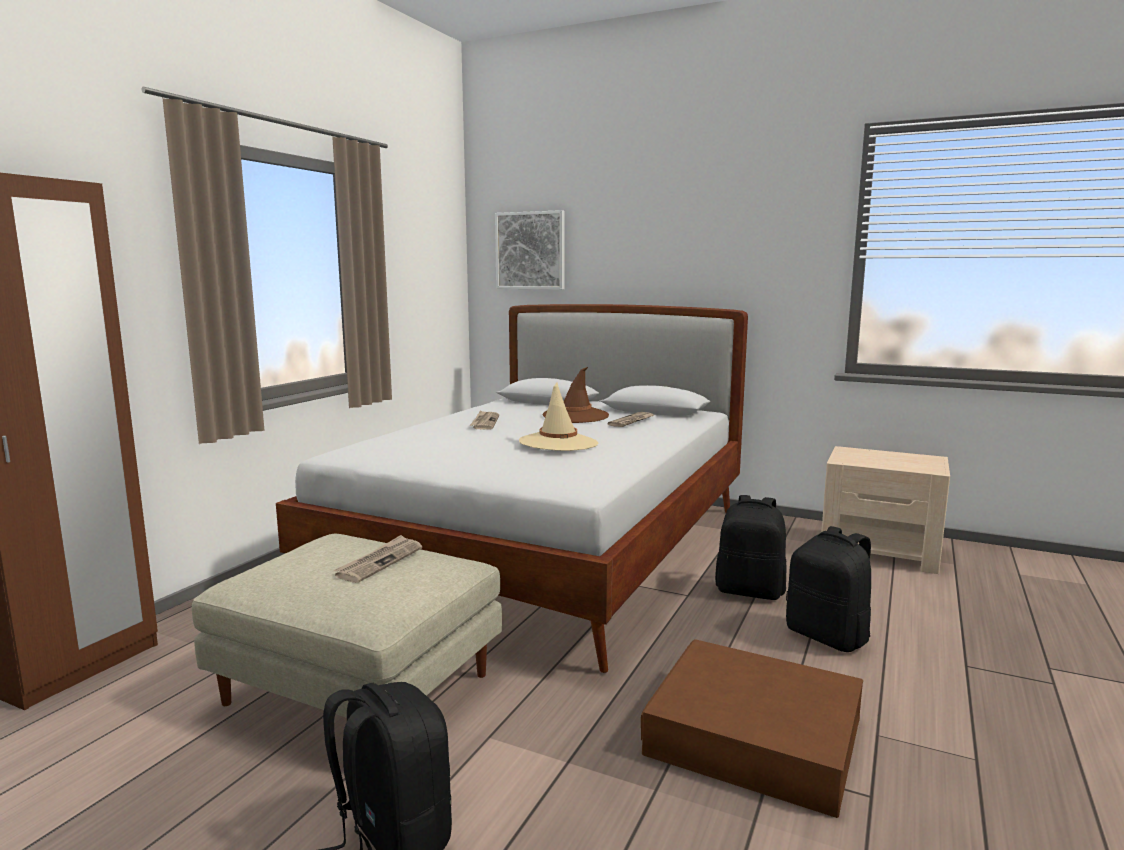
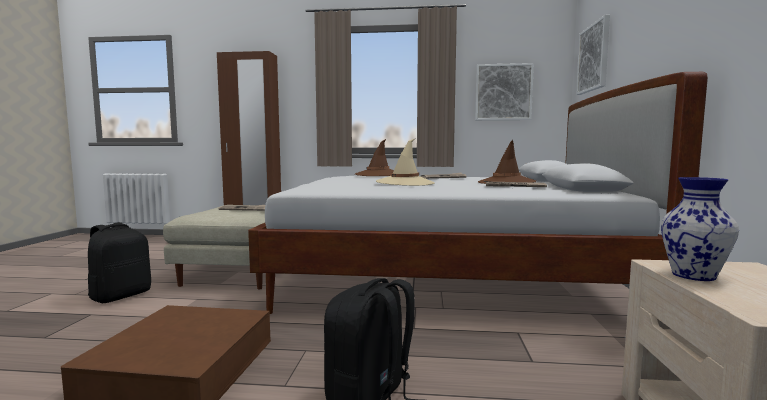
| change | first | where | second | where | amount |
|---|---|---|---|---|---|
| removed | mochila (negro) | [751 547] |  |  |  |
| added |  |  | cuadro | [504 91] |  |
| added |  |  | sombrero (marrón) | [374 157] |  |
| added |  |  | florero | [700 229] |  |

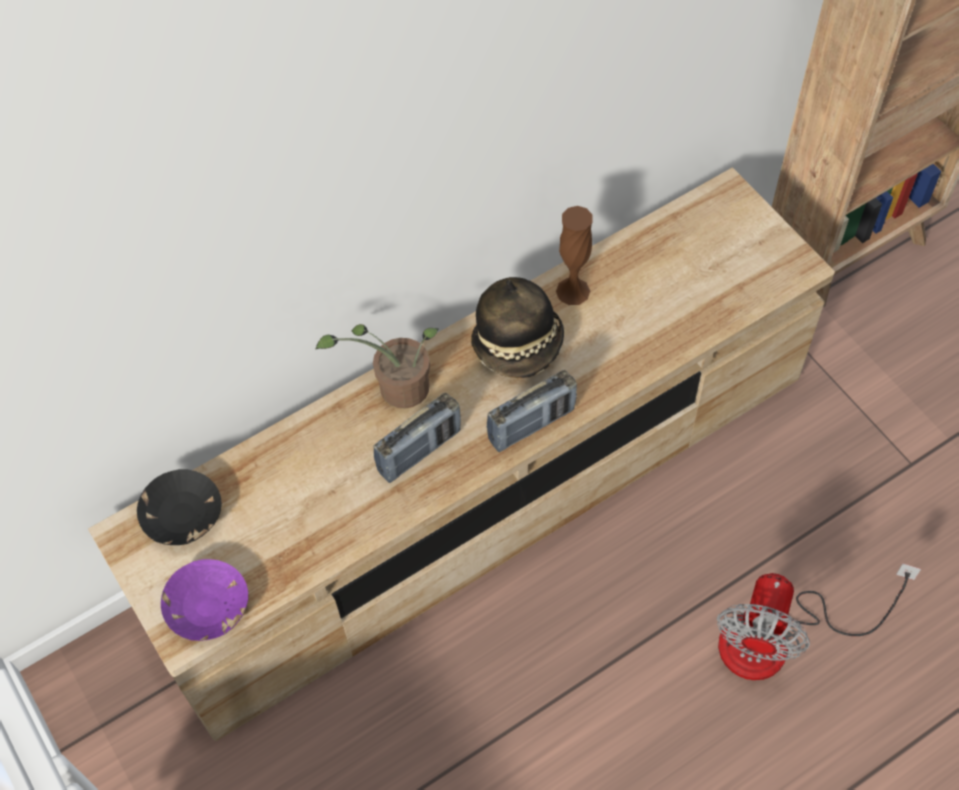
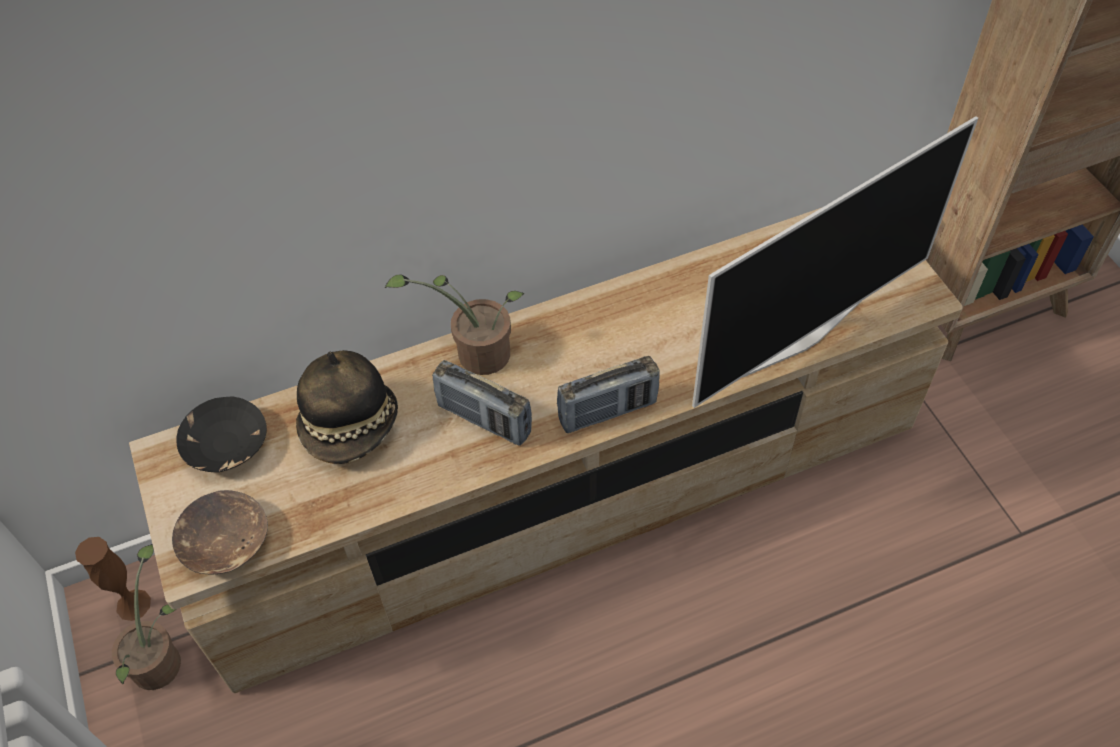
| change | first | where | second | where | amount |
|---|---|---|---|---|---|
| moved | florero (marrón) | [574 255] |  | [113 579] |  |
| moved | sombrero | [517 327] |  | [347 407] |  |
| turned | radio | [417 438] |  | [482 403] | 60 degrees clockwise |
| recoloured | cuenco (morado) | [204 600] | cuenco (marrón) | [220 532] |  |
| removed | ventilador | [818 621] |  |  |  |
| added |  |  | televisor | [835 262] |  |
| added |  |  | planta en maceta | [146 617] |  |

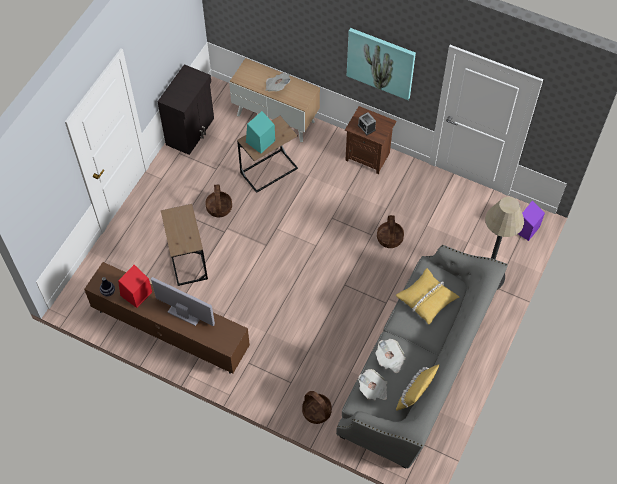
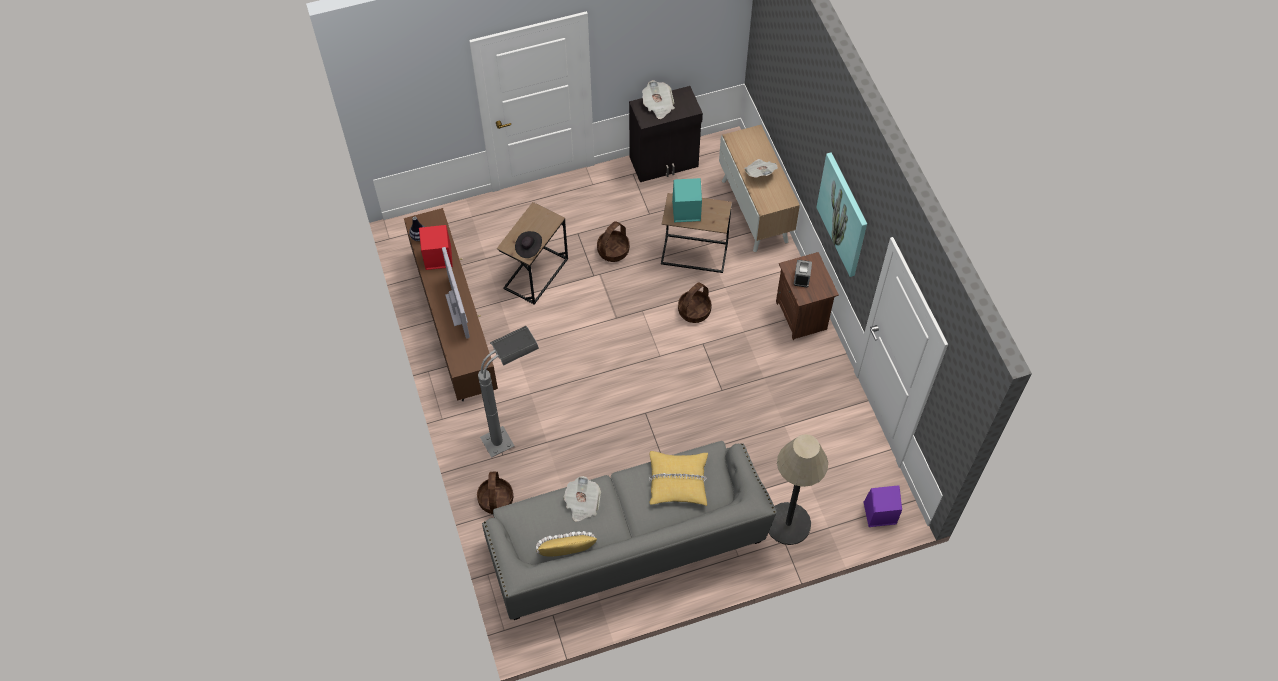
| change | first | where | second | where | amount |
|---|---|---|---|---|---|
| moved | cesta | [390 231] |  | [694 303] |  |
| moved | periódico | [372 384] |  | [658 99] |  |
| added |  |  | sombrero (negro) | [528 244] |  |
| added |  |  | lámpara de pie (gris) | [508 392] |  |

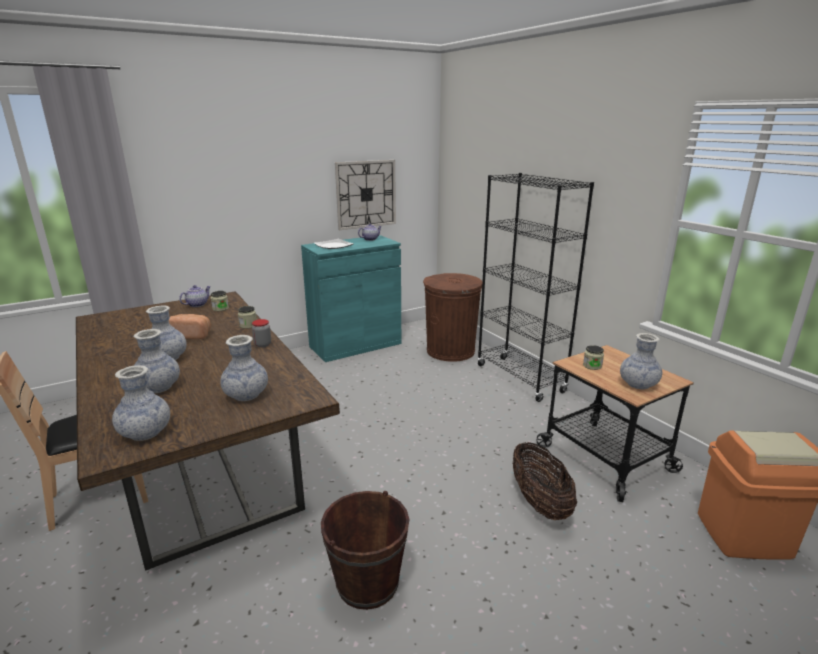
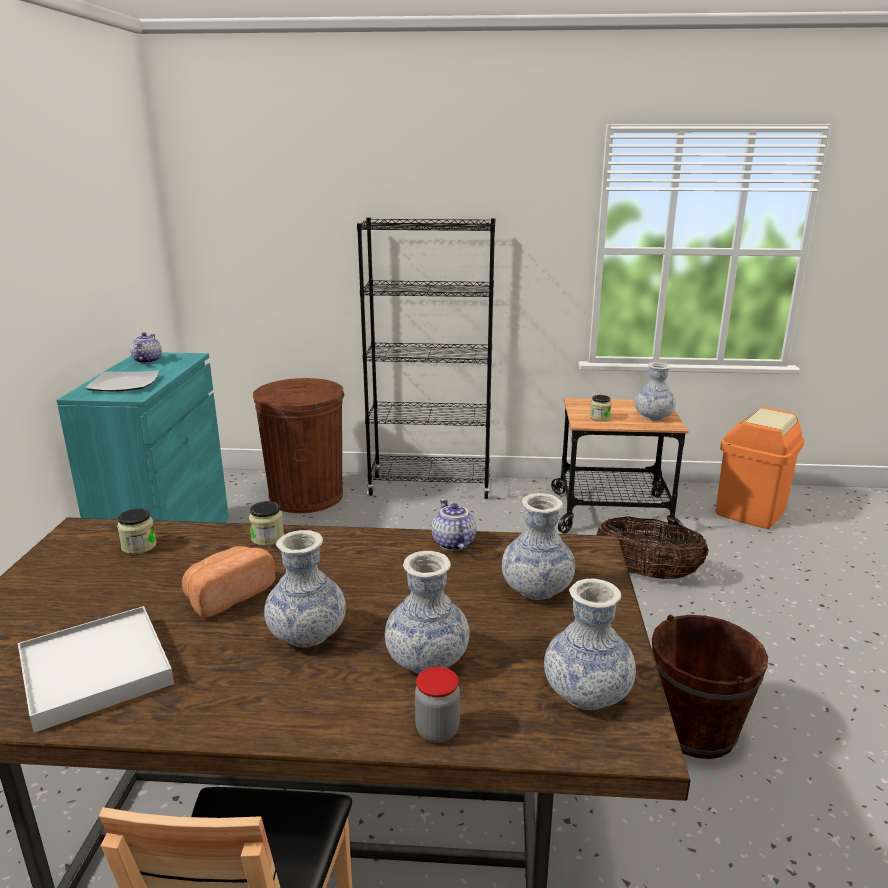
| change | first | where | second | where | amount |
|---|---|---|---|---|---|
| removed | reloj de pared | [365 195] |  |  |  |
| moved | tetera | [195 296] |  | [454 525] |  |
| moved | tarro | [261 333] |  | [437 705] |  |
| added |  |  | bandeja (blanco) | [96 669] |  |

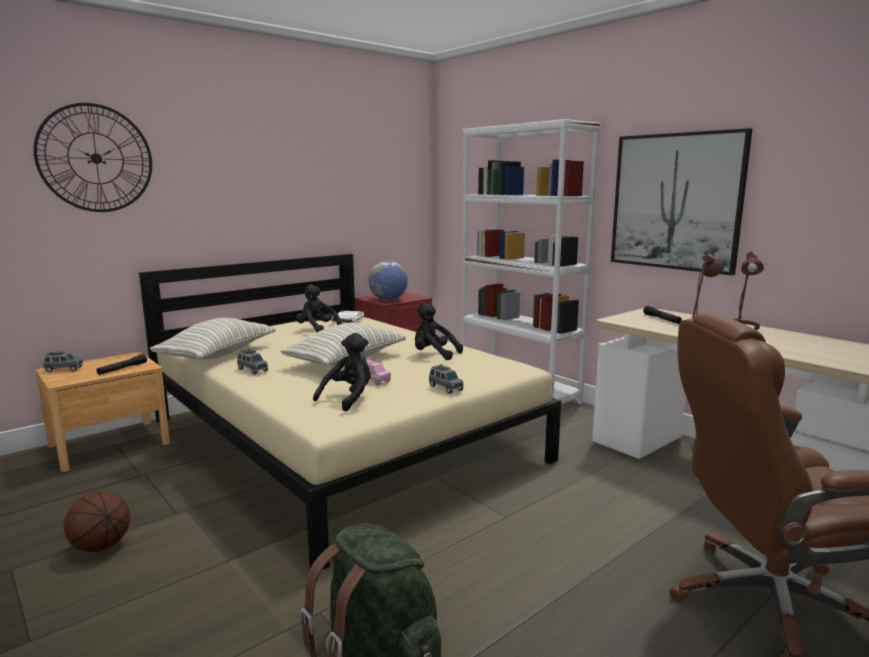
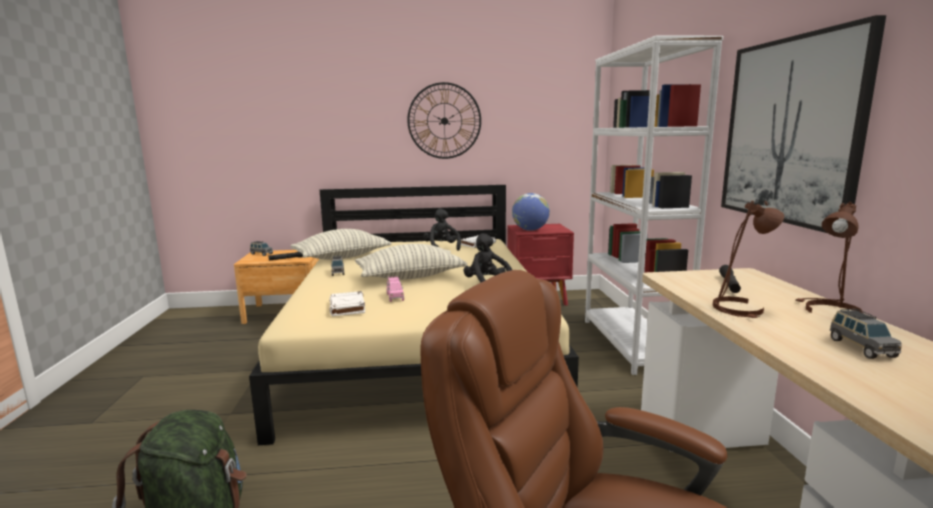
| change | first | where | second | where | amount |
|---|---|---|---|---|---|
| moved | reloj de pared | [92 157] |  | [444 120] |  |
| replaced | peluche (negro) | [342 372] | libro (blanco) | [347 303] |  |
| moved | coche de juguete (gris) | [446 379] |  | [866 334] |  |
| removed | balón de baloncesto | [97 521] |  |  |  |

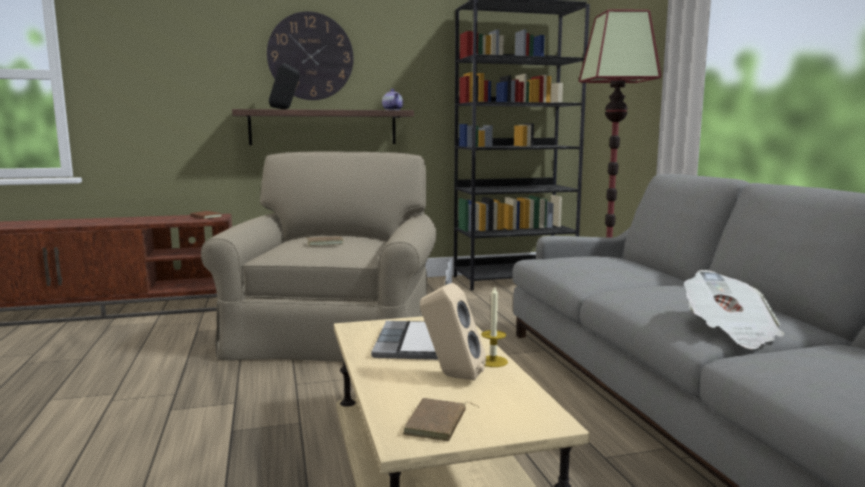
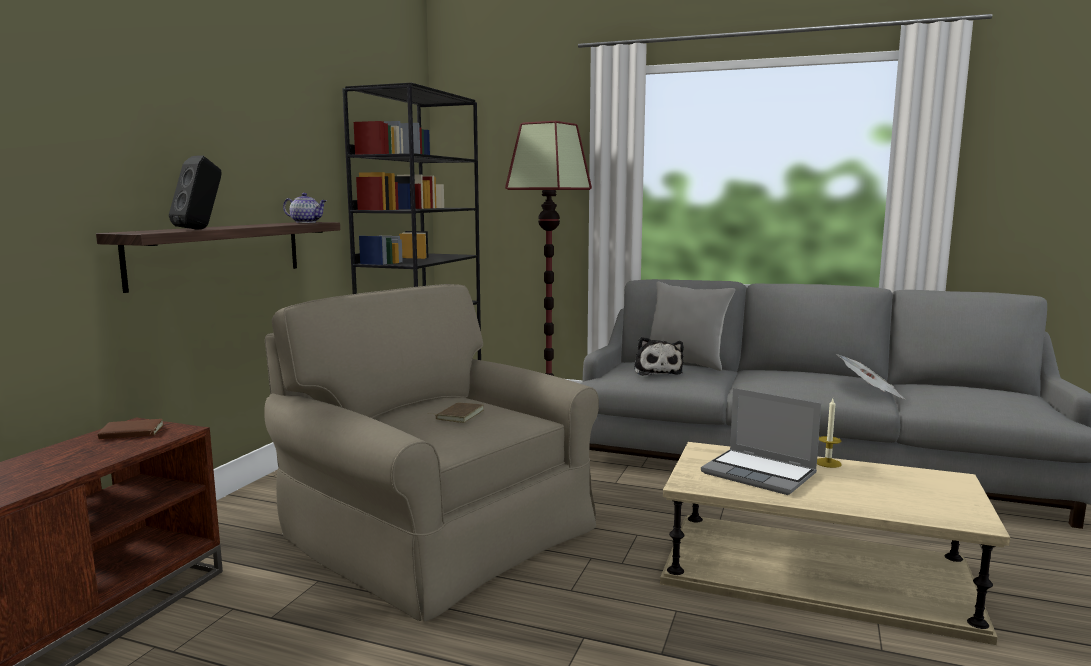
| change | first | where | second | where | amount |
|---|---|---|---|---|---|
| removed | reloj de pared | [310 55] |  |  |  |
| removed | altavoz (beis) | [453 331] |  |  |  |
| removed | libro (marrón) | [441 420] |  |  |  |
| added |  |  | cojín (gris) | [692 326] |  |
| added |  |  | peluche | [659 356] |  |

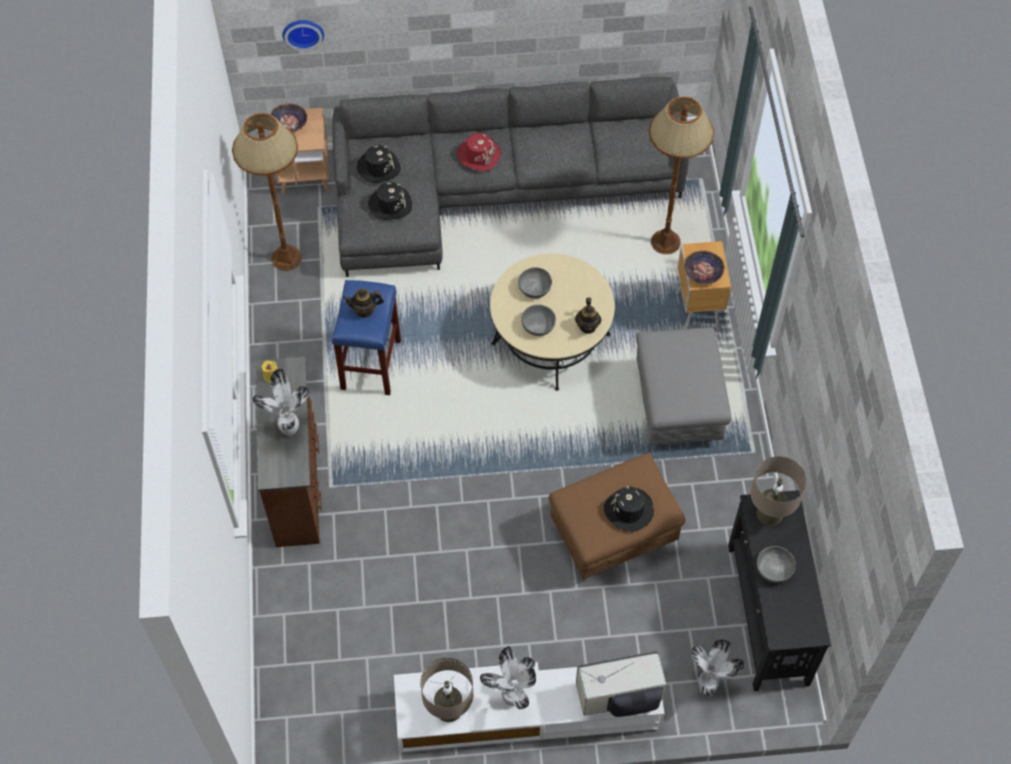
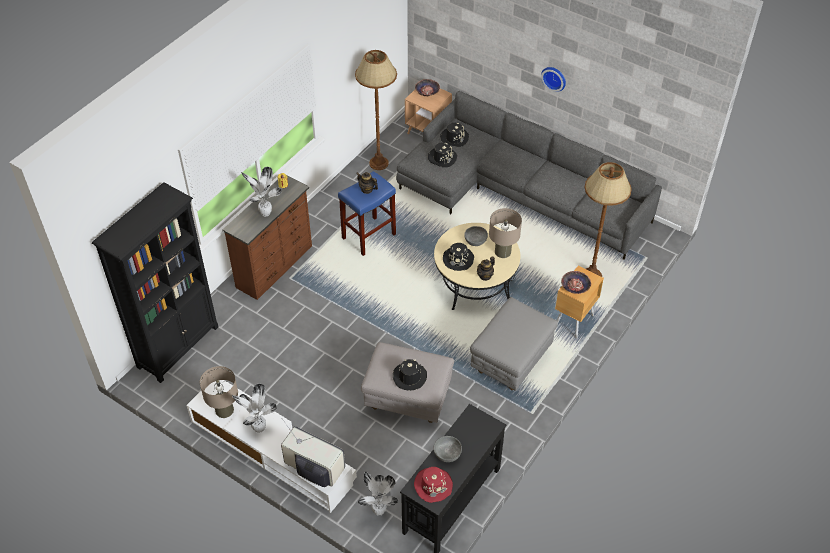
| change | first | where | second | where | amount |
|---|---|---|---|---|---|
| moved | reloj de pared | [303 35] |  | [553 79] |  |
| moved | sombrero (rojo) | [479 152] |  | [433 485] |  |
| replaced | cuenco (gris) | [538 320] | sombrero (negro) | [458 257] |  |
| recoloured | puf (marrón) | [617 516] | puf (gris) | [407 382] |  |
| moved | lámpara de mesa (beis) | [779 490] |  | [505 233] |  |
| added |  |  | estantería (negro) | [155 282] |  |

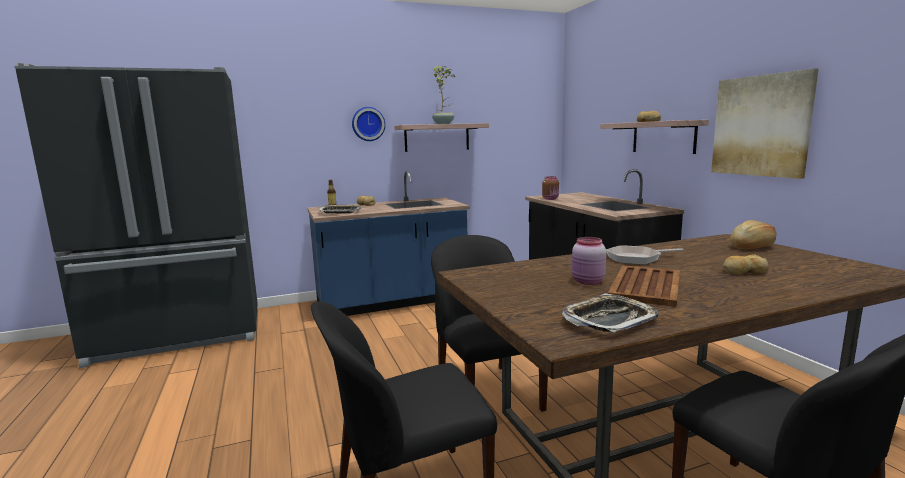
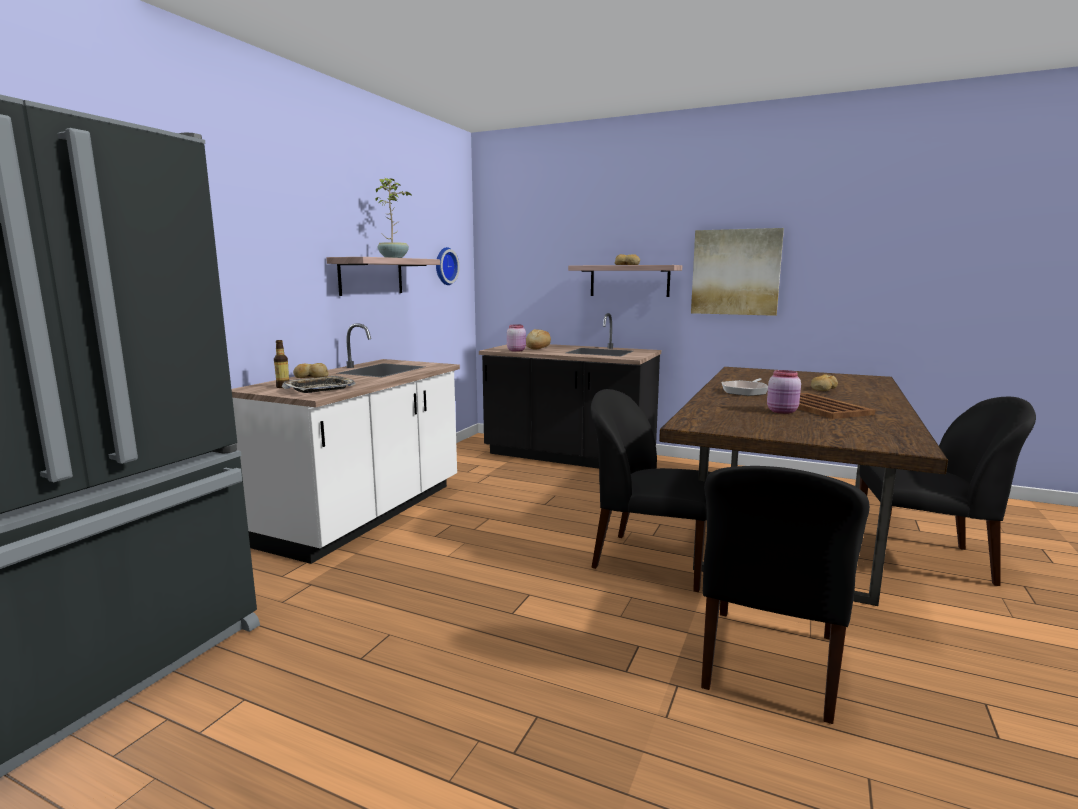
| change | first | where | second | where | amount |
|---|---|---|---|---|---|
| moved | reloj de pared | [368 124] |  | [448 266] |  |
| recoloured | mueble bajo de cocina (azul) | [388 243] | mueble bajo de cocina (blanco) | [346 443] |  |
| recoloured | tarro (marrón) | [550 188] | tarro (rosa) | [516 338] |  |
| moved | pan | [753 235] |  | [538 339] |  |
| removed | bandeja | [610 313] |  |  |  |

